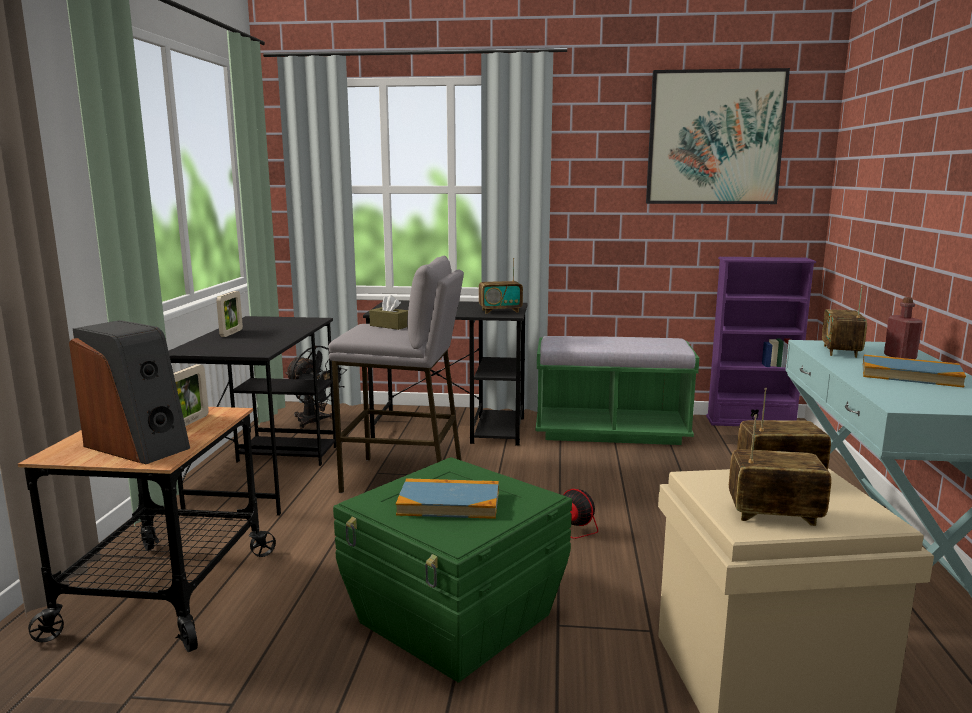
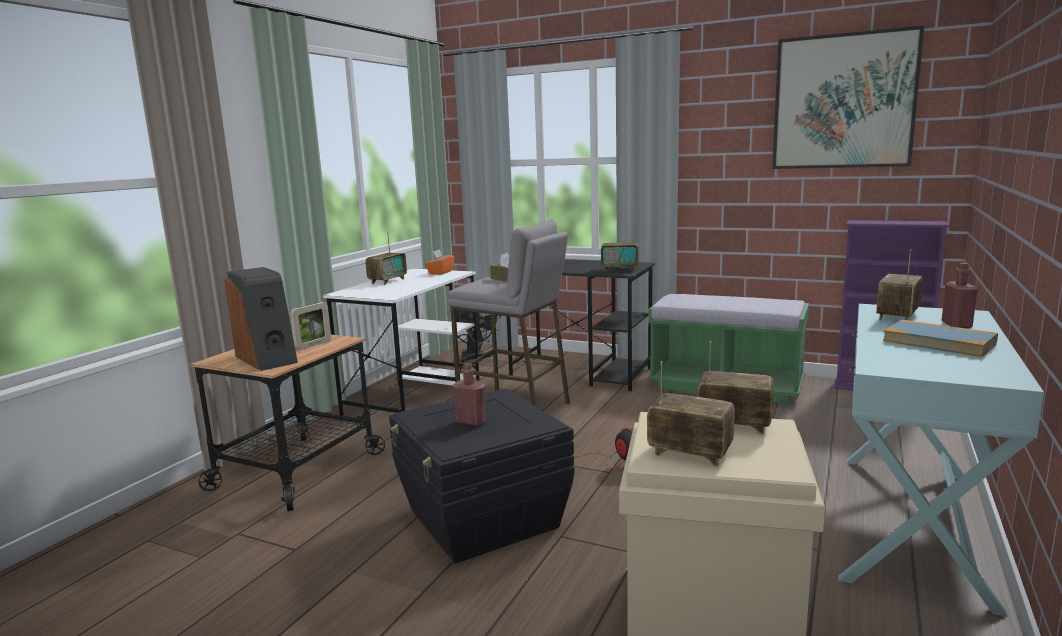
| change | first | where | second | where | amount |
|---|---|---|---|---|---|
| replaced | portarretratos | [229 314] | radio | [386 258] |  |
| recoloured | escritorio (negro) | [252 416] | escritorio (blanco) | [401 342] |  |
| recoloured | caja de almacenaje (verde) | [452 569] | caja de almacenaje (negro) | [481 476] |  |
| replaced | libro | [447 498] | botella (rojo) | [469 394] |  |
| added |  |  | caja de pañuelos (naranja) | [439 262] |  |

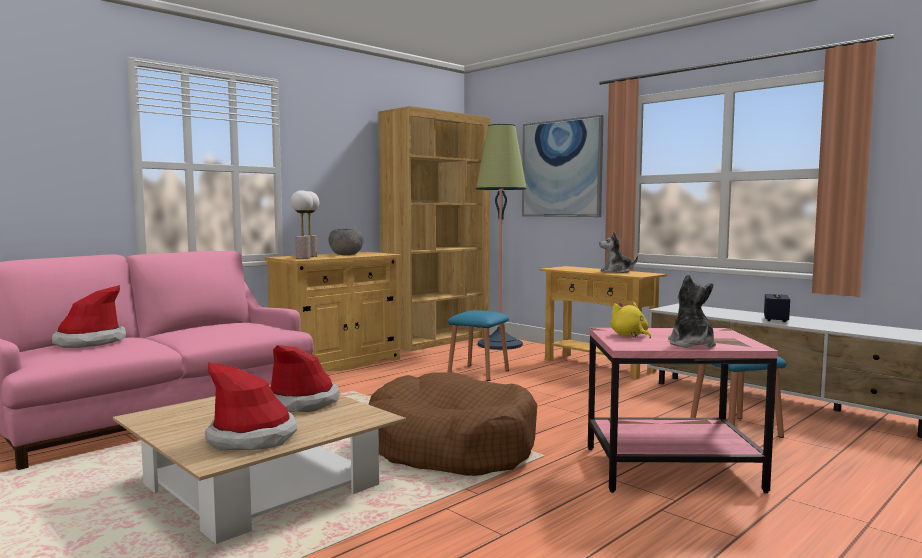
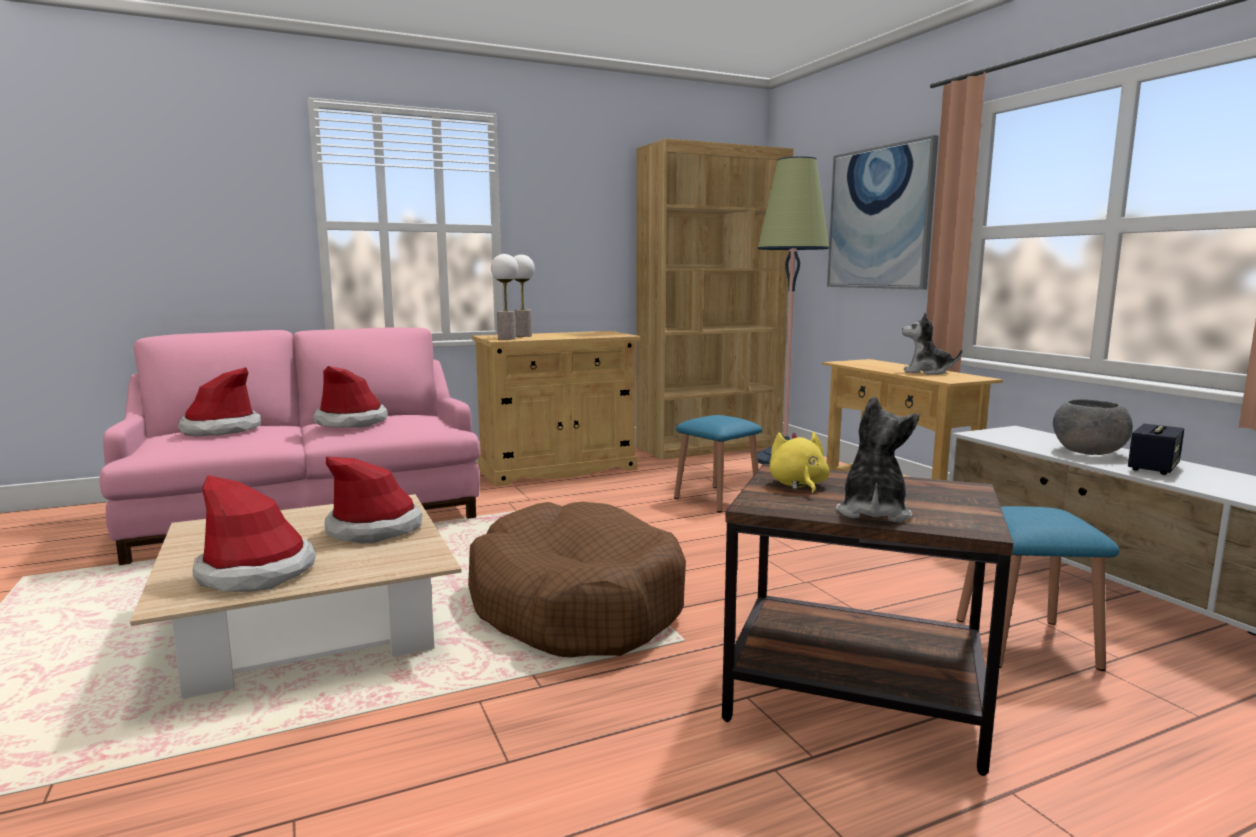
| change | first | where | second | where | amount |
|---|---|---|---|---|---|
| moved | cuenco (gris) | [346 242] |  | [1093 427] |  |
| recoloured | mesa auxiliar (rosa) | [683 410] | mesa auxiliar (marrón) | [867 620] |  |
| added |  |  | sombrero | [350 397] |  |

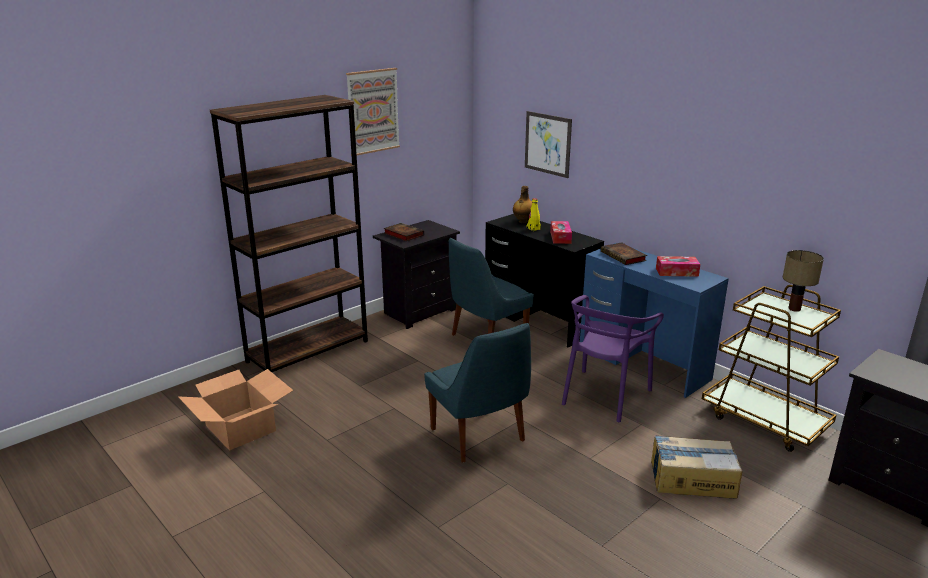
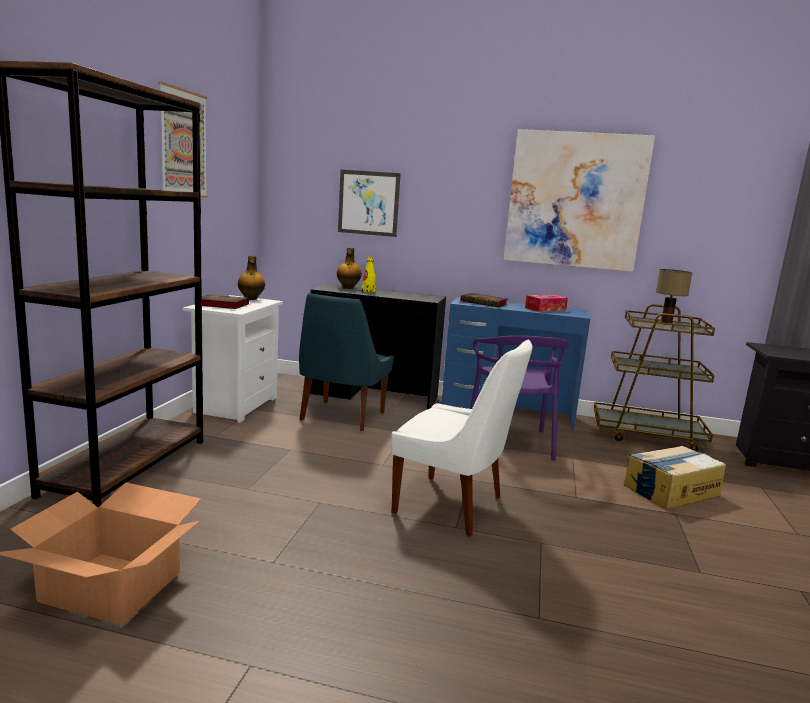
| change | first | where | second | where | amount |
|---|---|---|---|---|---|
| recoloured | mesita de noche (negro) | [416 274] | mesita de noche (blanco) | [233 359] |  |
| removed | caja de pañuelos | [561 232] |  |  |  |
| recoloured | silla (azul) | [477 392] | silla (blanco) | [461 438] |  |
| added |  |  | cuadro | [579 200] |  |
| added |  |  | botella | [251 278] |  |

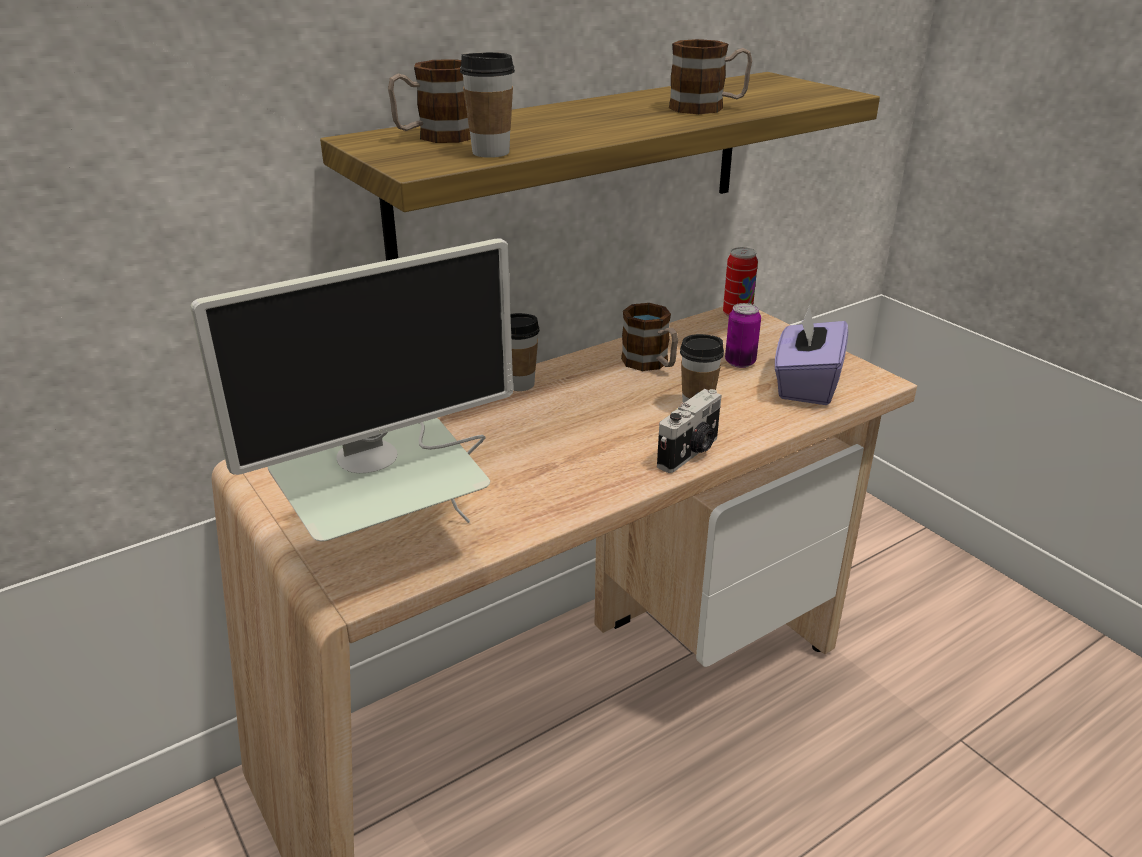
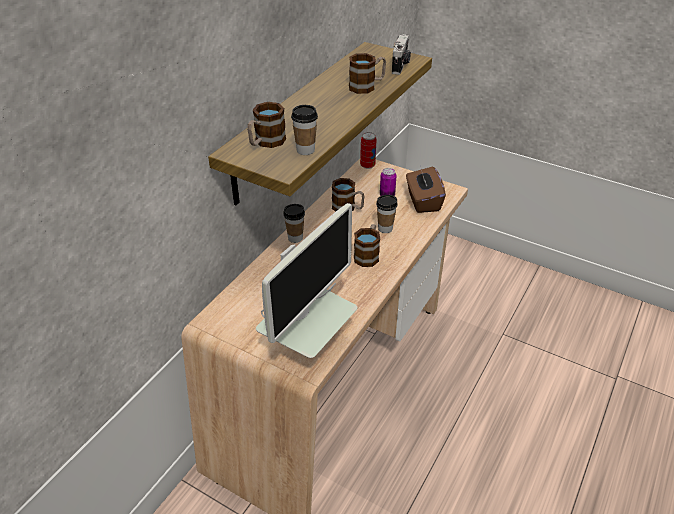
| change | first | where | second | where | amount |
|---|---|---|---|---|---|
| recoloured | caja de pañuelos (morado) | [811 355] | caja de pañuelos (marrón) | [426 189] |  |
| moved | cámara | [689 431] |  | [401 54] |  |
| added |  |  | taza grande | [367 245] |  |

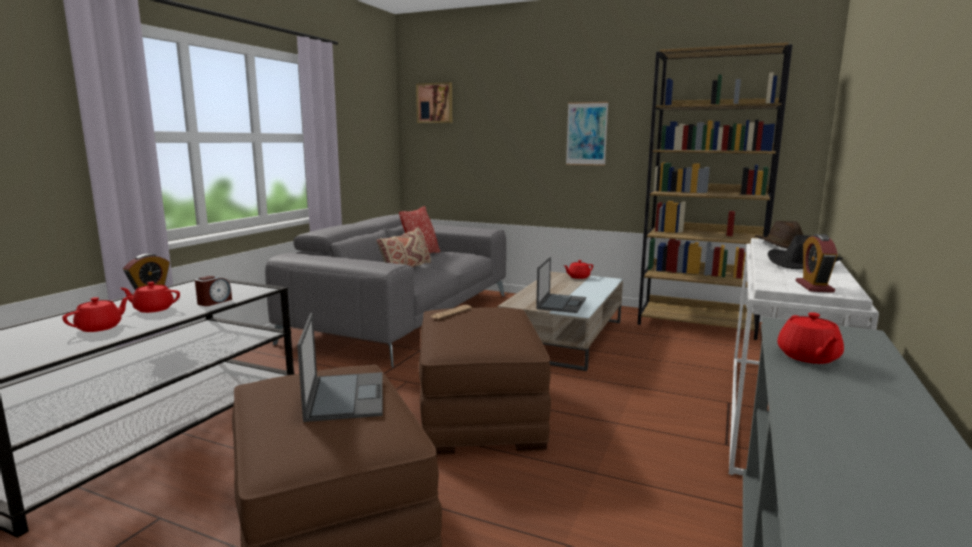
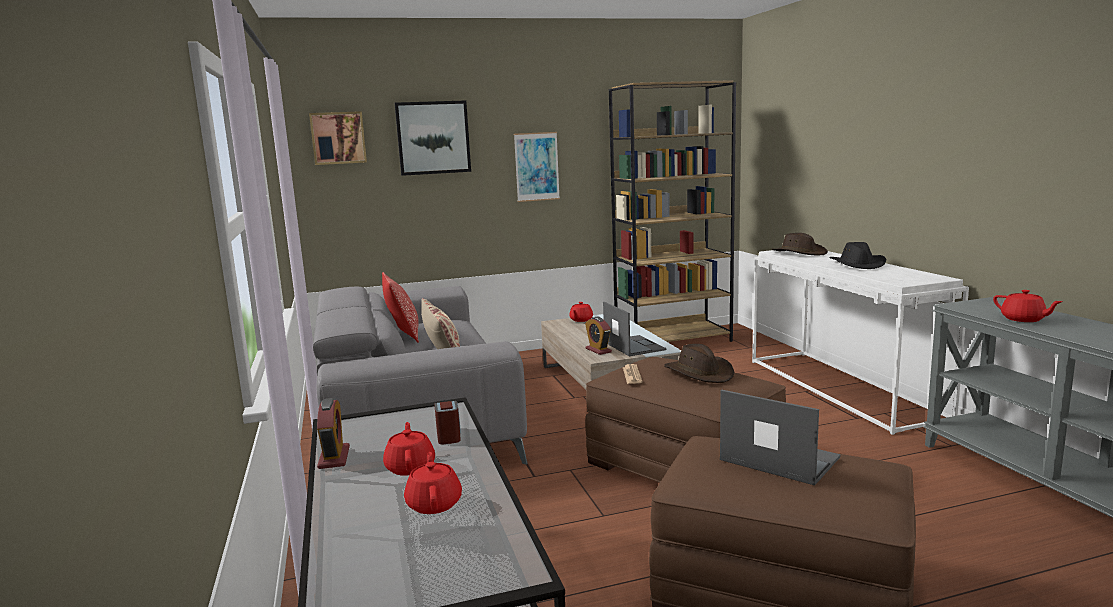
| change | first | where | second | where | amount |
|---|---|---|---|---|---|
| moved | despertador | [817 263] |  | [598 336] |  |
| turned | tetera (rojo) | [150 297] |  | [409 449] | 120 degrees clockwise |
| added |  |  | cuadro | [433 138] |  |
| added |  |  | sombrero (marrón) | [699 363] |  |

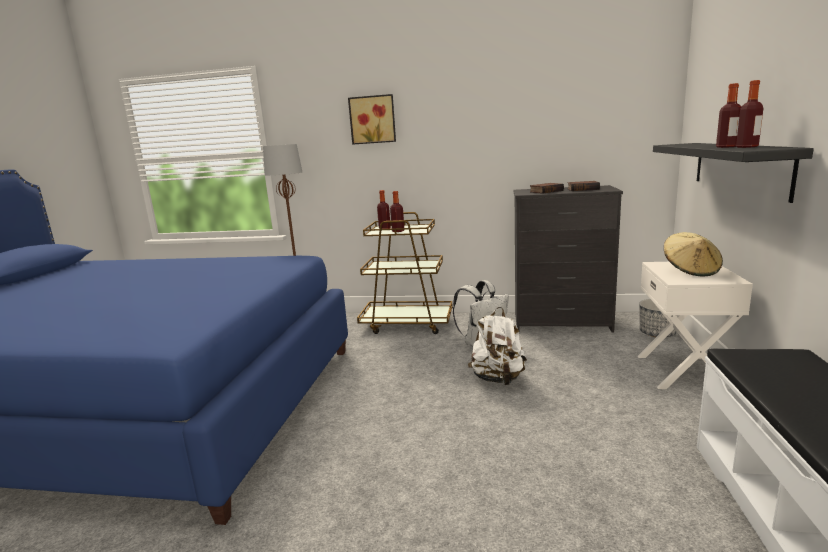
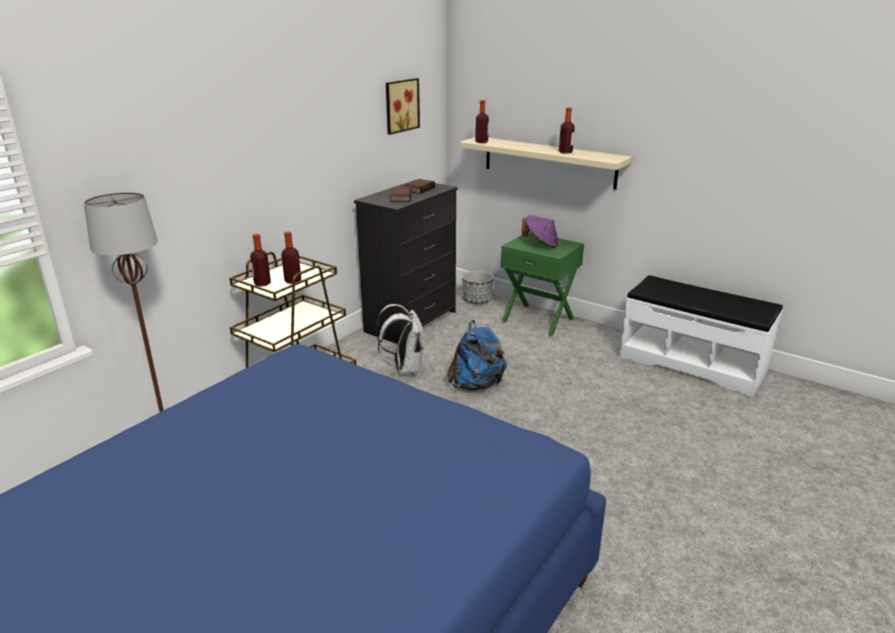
| change | first | where | second | where | amount |
|---|---|---|---|---|---|
| moved | botella | [749 114] |  | [482 121] |  |
| moved | cuadro | [372 119] |  | [403 106] |  |
| recoloured | estante (negro) | [733 173] | estante (beis) | [546 163] |  |
| recoloured | sombrero (beis) | [693 254] | sombrero (morado) | [540 231] |  |
| recoloured | mesita de noche (blanco) | [695 325] | mesita de noche (verde) | [542 284] |  |
| recoloured | mochila (blanco) | [497 346] | mochila (azul) | [477 355] |  |

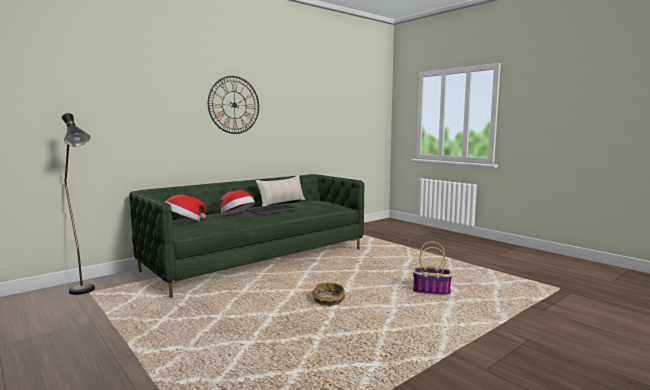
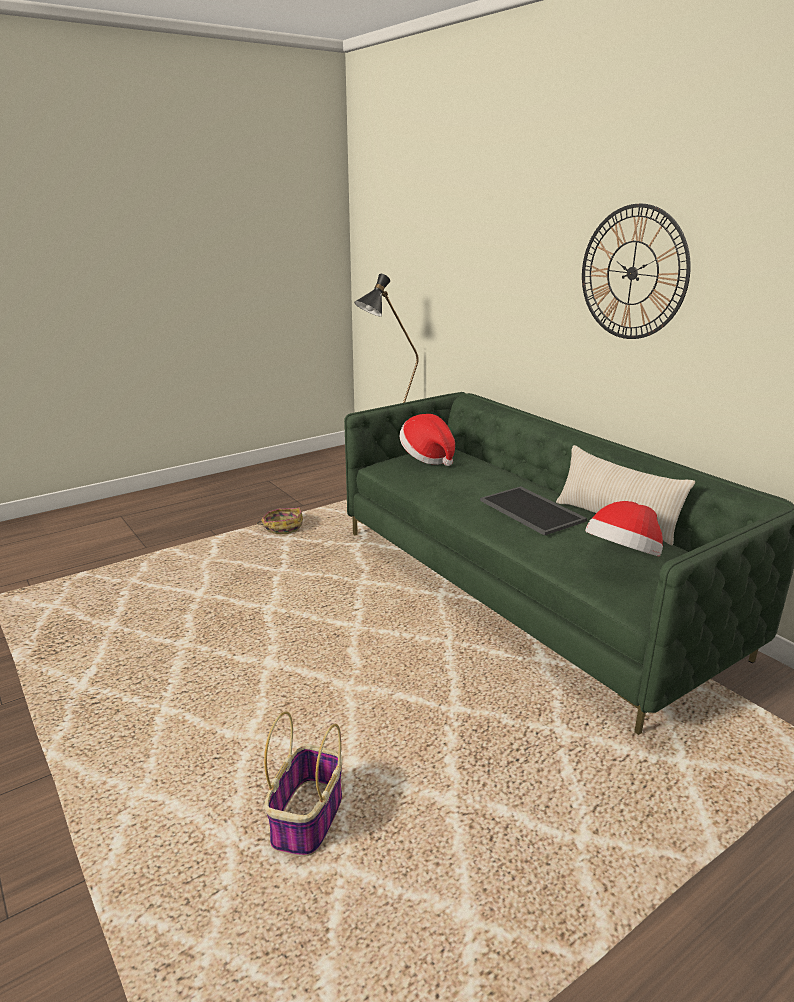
| change | first | where | second | where | amount |
|---|---|---|---|---|---|
| moved | sombrero | [237 202] |  | [624 528] |  |
| moved | cesta | [329 294] |  | [280 521] |  |

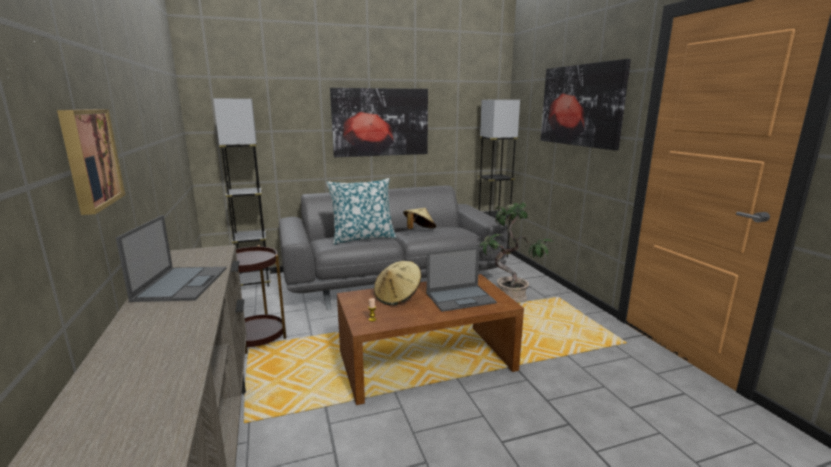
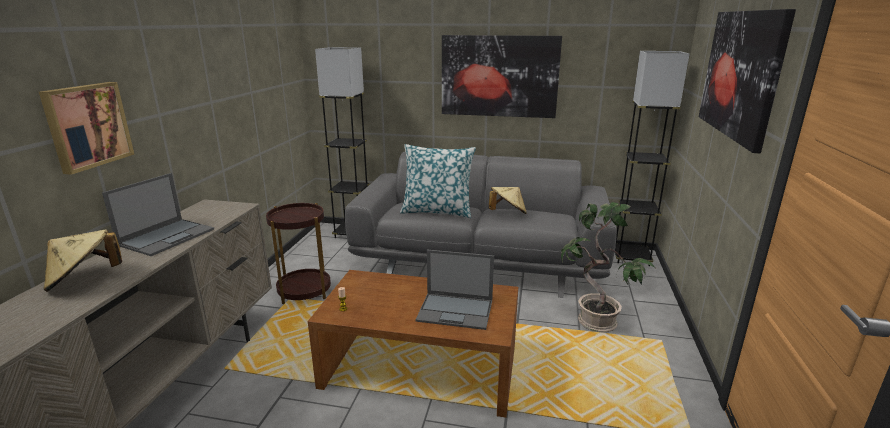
| change | first | where | second | where | amount |
|---|---|---|---|---|---|
| moved | sombrero (beis) | [397 283] |  | [82 260] |  |

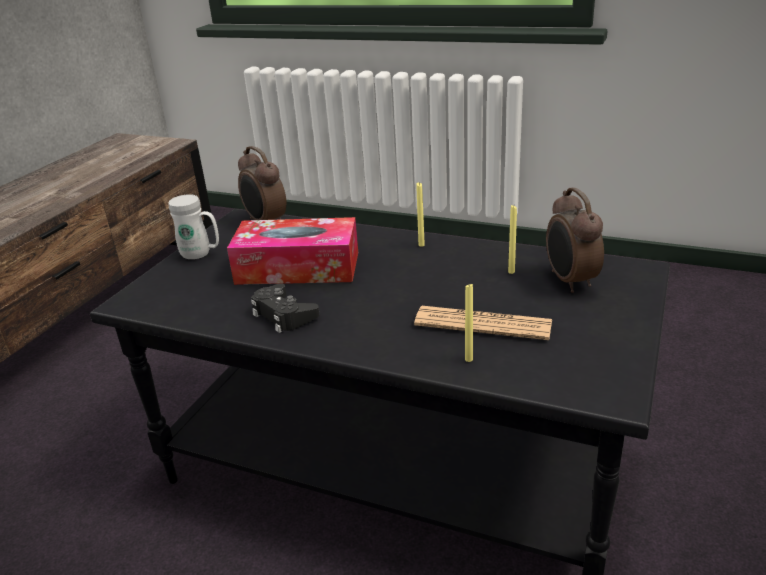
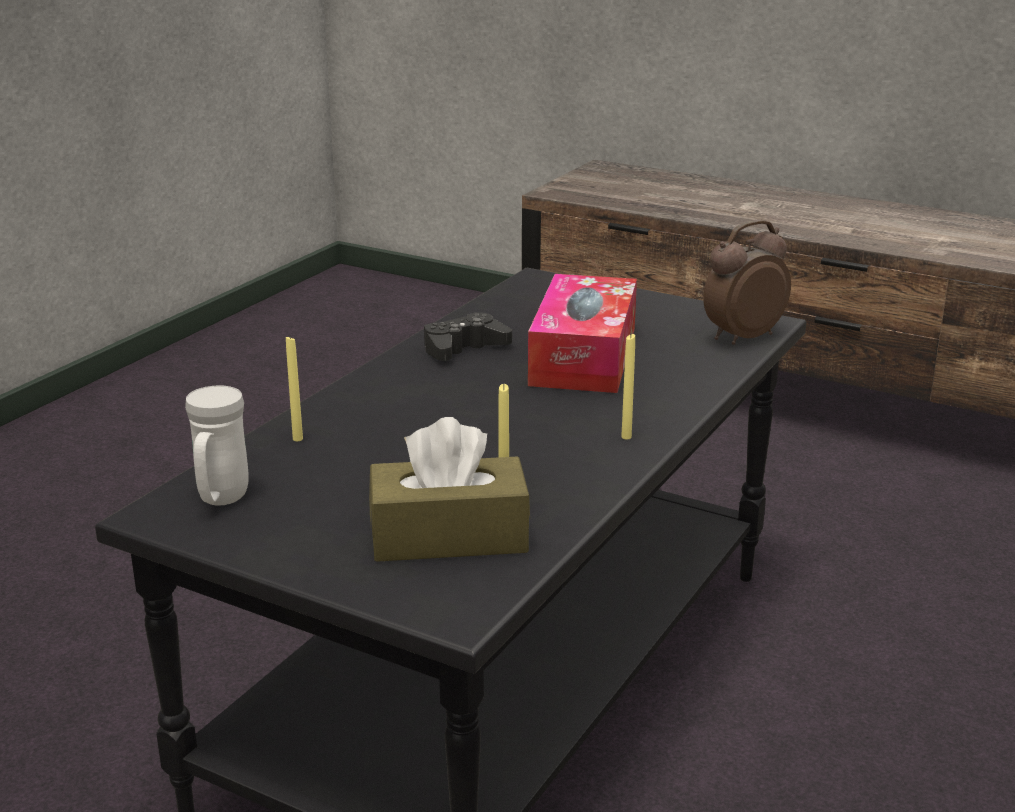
| change | first | where | second | where | amount |
|---|---|---|---|---|---|
| replaced | despertador | [575 240] | caja de pañuelos (marrón) | [449 489] |  |
| moved | taza grande (blanco) | [194 226] |  | [217 445] |  |
| removed | periódico | [483 323] |  |  |  |

